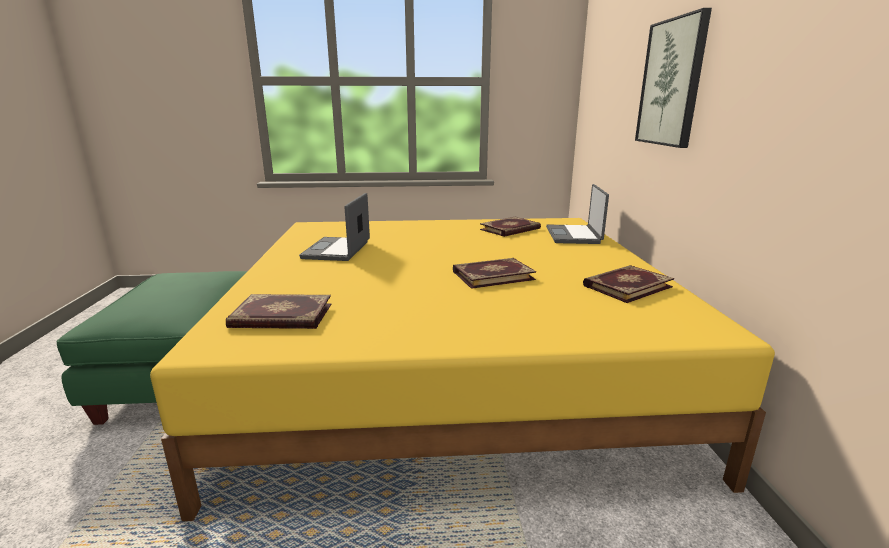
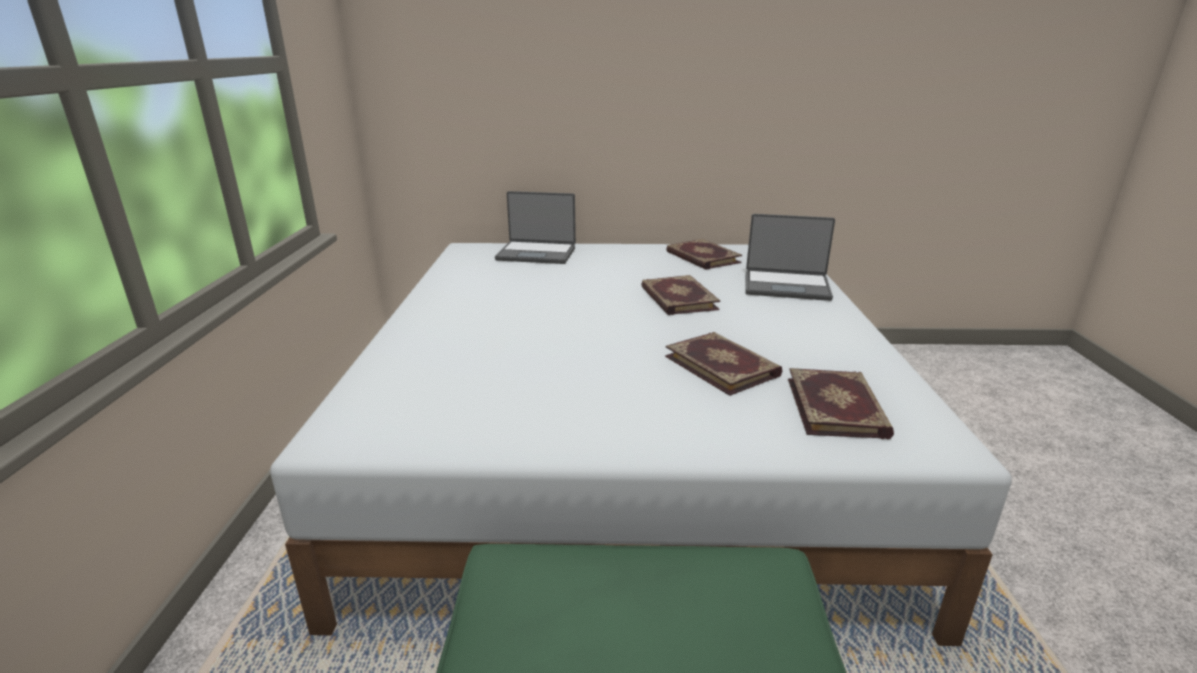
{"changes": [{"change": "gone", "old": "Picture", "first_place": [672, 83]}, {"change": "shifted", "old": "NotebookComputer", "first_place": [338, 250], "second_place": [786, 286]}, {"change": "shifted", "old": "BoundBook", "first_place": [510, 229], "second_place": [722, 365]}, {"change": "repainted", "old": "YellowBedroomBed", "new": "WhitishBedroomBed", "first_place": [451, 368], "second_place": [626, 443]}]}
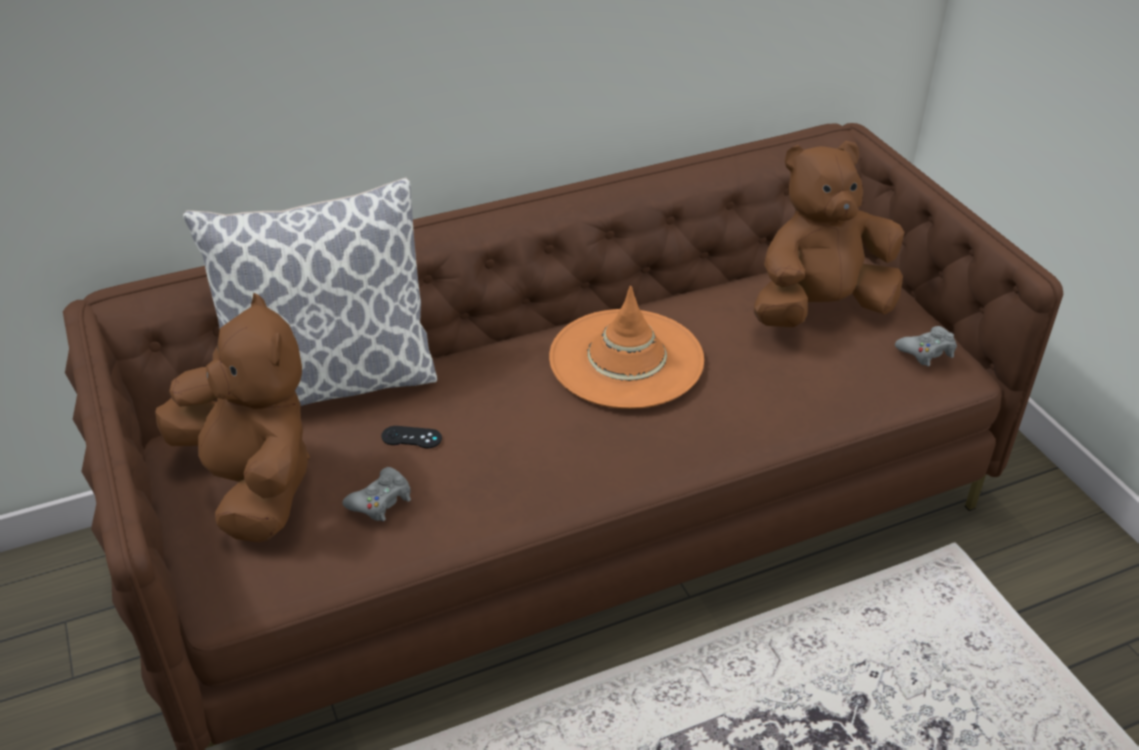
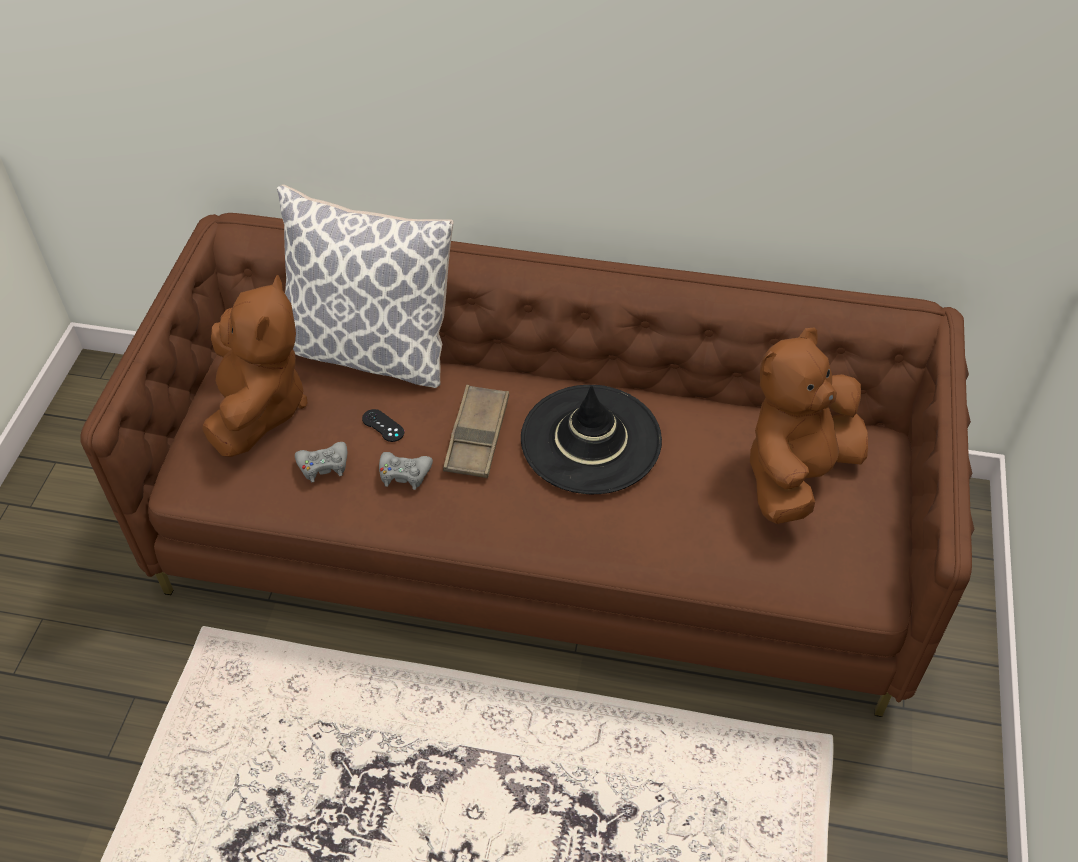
{"changes": [{"change": "rotated", "old": "BrownishCuddlyToy", "first_place": [819, 309], "second_place": [796, 473], "degrees": -60}, {"change": "repainted", "old": "OrangeyWearableHat", "new": "BlackishWearableHat", "first_place": [626, 359], "second_place": [591, 440]}, {"change": "shifted", "old": "GreyGamepad", "first_place": [927, 351], "second_place": [404, 474]}, {"change": "new", "new": "BrownishServingTray", "second_place": [477, 436]}]}
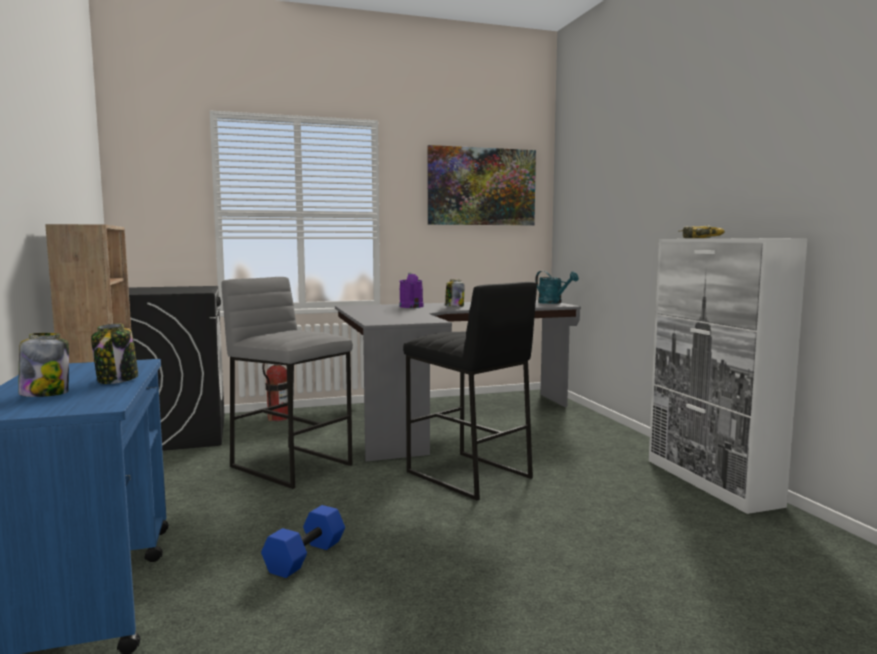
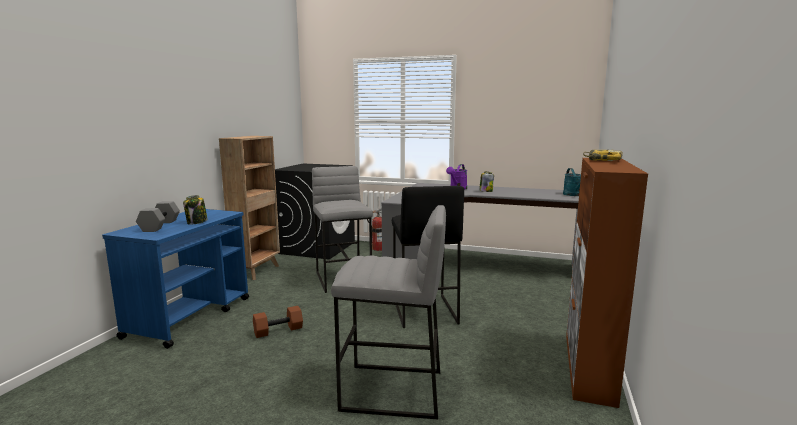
{"changes": [{"change": "gone", "old": "Picture", "first_place": [481, 186]}, {"change": "repainted", "old": "WhitishStorageCabinet", "new": "BrownishStorageCabinet", "first_place": [711, 482], "second_place": [588, 368]}, {"change": "swapped", "old": "StorageJar", "new": "GreyFreeWeight", "first_place": [45, 394], "second_place": [159, 225]}, {"change": "repainted", "old": "BlueFreeWeight", "new": "BrownishFreeWeight", "first_place": [305, 556], "second_place": [278, 330]}, {"change": "new", "new": "GreyStoolSeat", "second_place": [392, 391]}]}
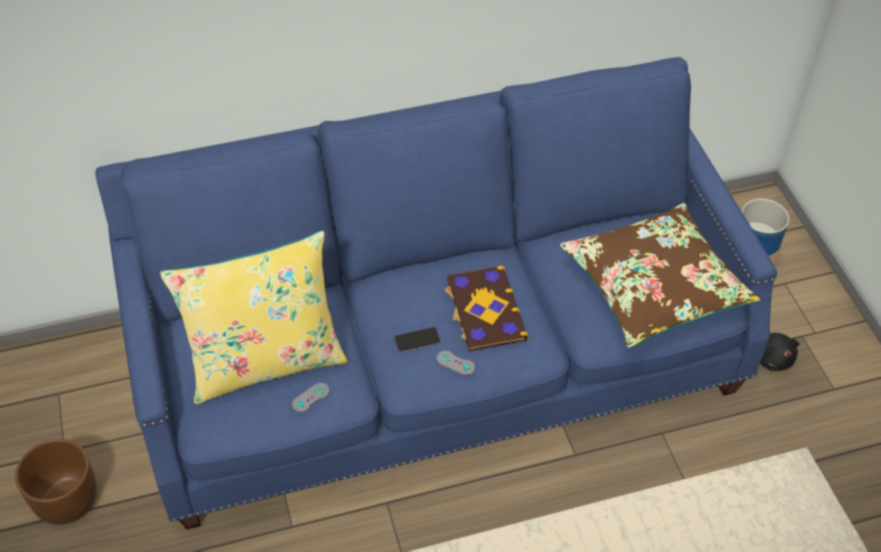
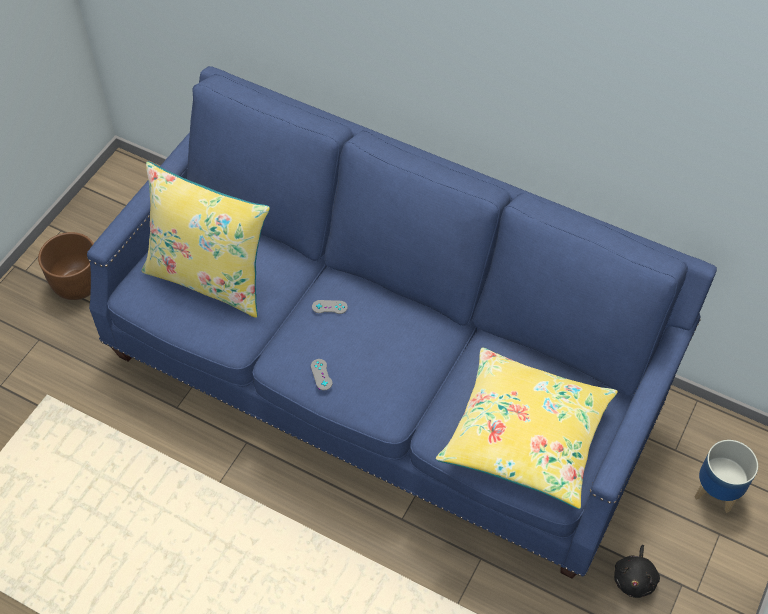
{"changes": [{"change": "repainted", "old": "BrownishPillow", "new": "YellowPillow", "first_place": [654, 286], "second_place": [526, 435]}, {"change": "gone", "old": "BoundBook", "first_place": [484, 310]}, {"change": "gone", "old": "Telephone", "first_place": [417, 340]}, {"change": "shifted", "old": "GreyGamepad", "first_place": [310, 397], "second_place": [329, 307]}]}
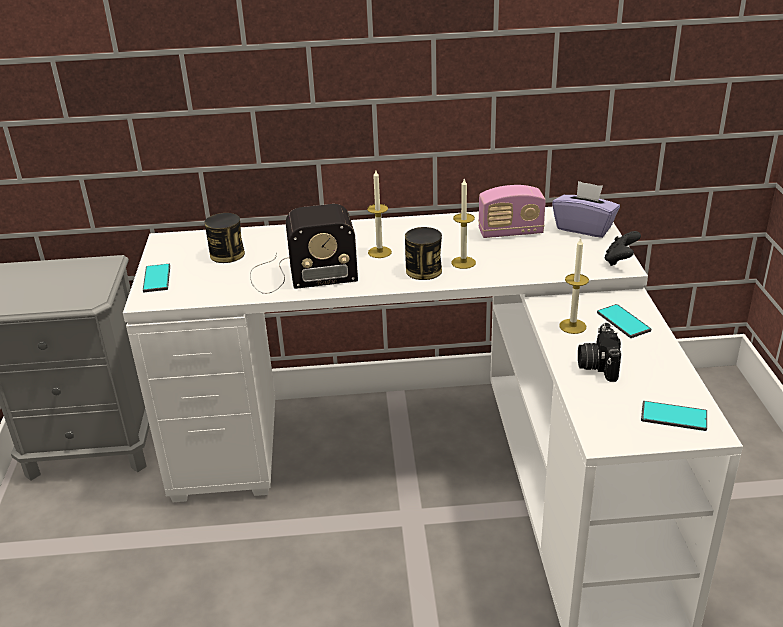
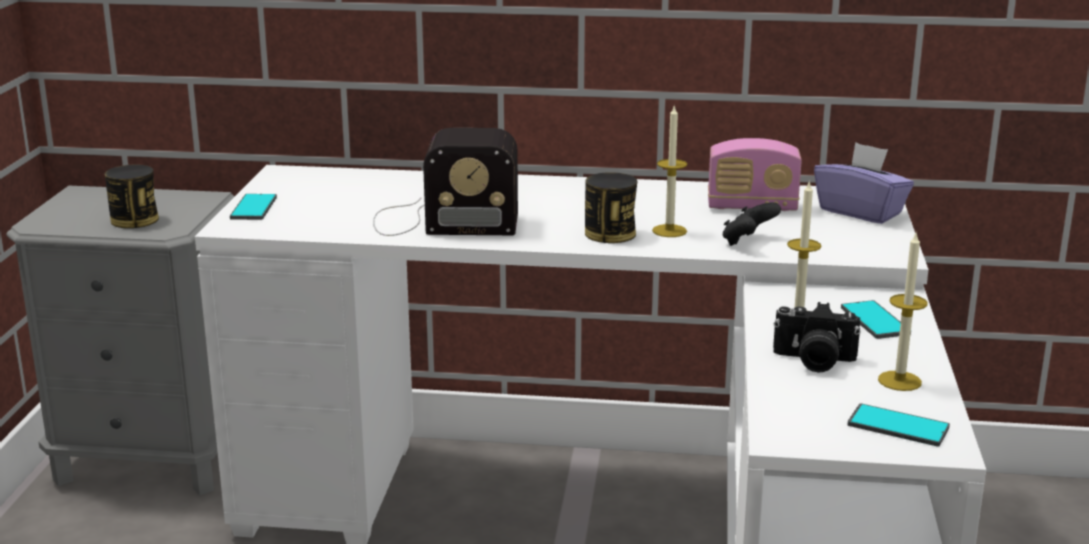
{"changes": [{"change": "shifted", "old": "WaxCandle", "first_place": [379, 252], "second_place": [899, 381]}, {"change": "shifted", "old": "SealedCan", "first_place": [227, 254], "second_place": [134, 220]}, {"change": "shifted", "old": "BlackishGamepad", "first_place": [620, 261], "second_place": [748, 242]}, {"change": "rotated", "old": "StillCamera", "first_place": [597, 365], "second_place": [813, 361], "degrees": -90}]}
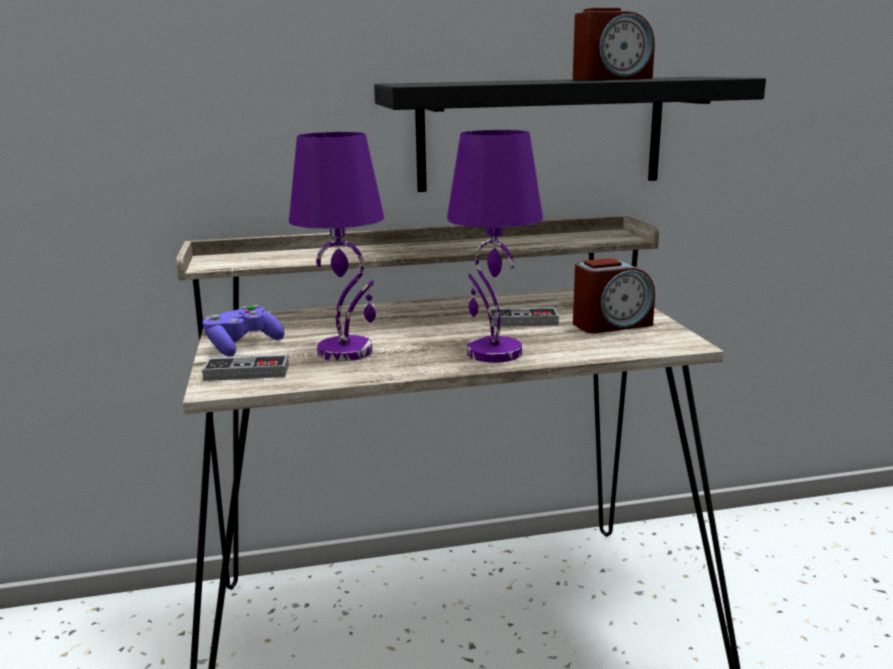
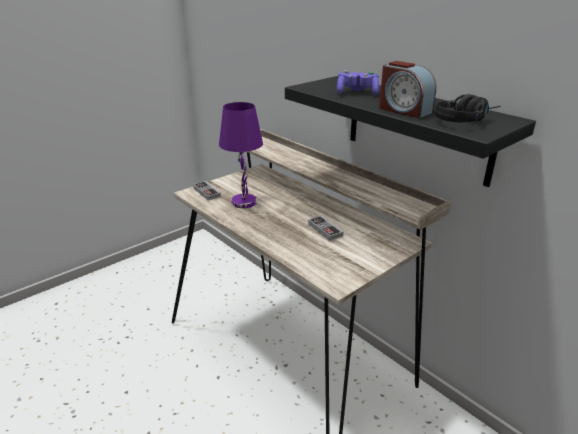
{"changes": [{"change": "gone", "old": "PurplishTabletopLamp", "first_place": [492, 352]}, {"change": "gone", "old": "TableClock", "first_place": [611, 324]}, {"change": "shifted", "old": "PurplishGamepad", "first_place": [243, 345], "second_place": [357, 93]}, {"change": "new", "new": "BlackishHeadphones", "second_place": [465, 120]}]}
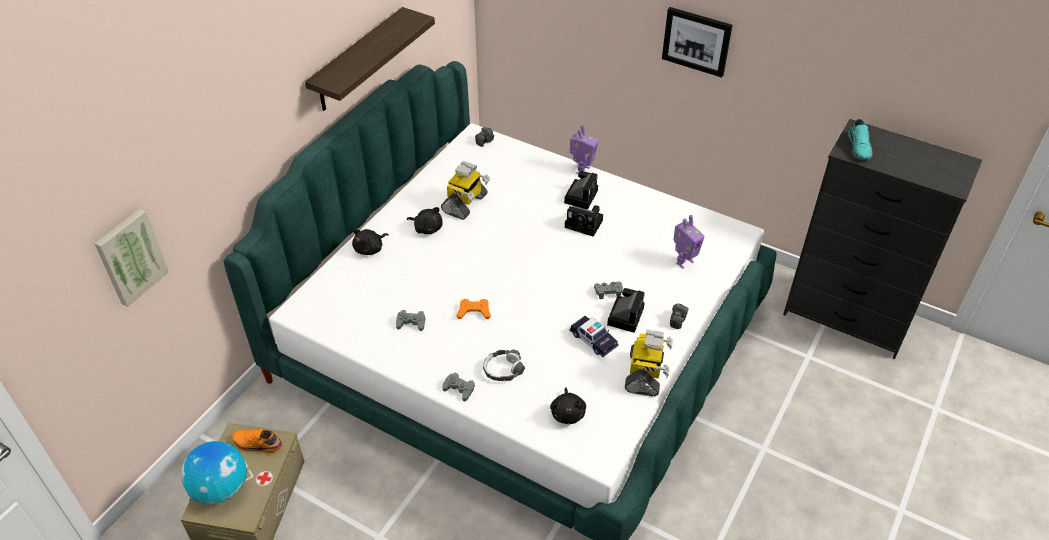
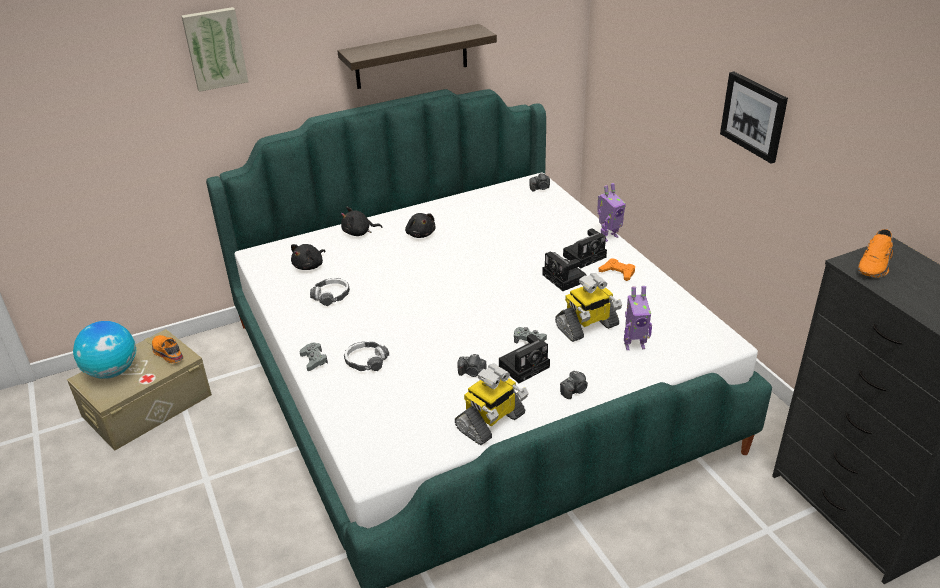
{"changes": [{"change": "repainted", "old": "BlueGreenLowShoe", "new": "OrangeyLowShoe", "first_place": [859, 147], "second_place": [876, 265]}, {"change": "shifted", "old": "ToyRobot", "first_place": [465, 204], "second_place": [587, 327]}, {"change": "shifted", "old": "Picture", "first_place": [130, 256], "second_place": [215, 48]}, {"change": "shifted", "old": "OrangeyGamepad", "first_place": [474, 312], "second_place": [618, 272]}, {"change": "swapped", "old": "GreyGamepad", "new": "Headphones", "first_place": [411, 323], "second_place": [331, 296]}, {"change": "swapped", "old": "MiniatureCar", "new": "StillCamera", "first_place": [593, 340], "second_place": [472, 372]}, {"change": "shifted", "old": "BlackishCuddlyToy", "first_place": [568, 413], "second_place": [309, 266]}]}
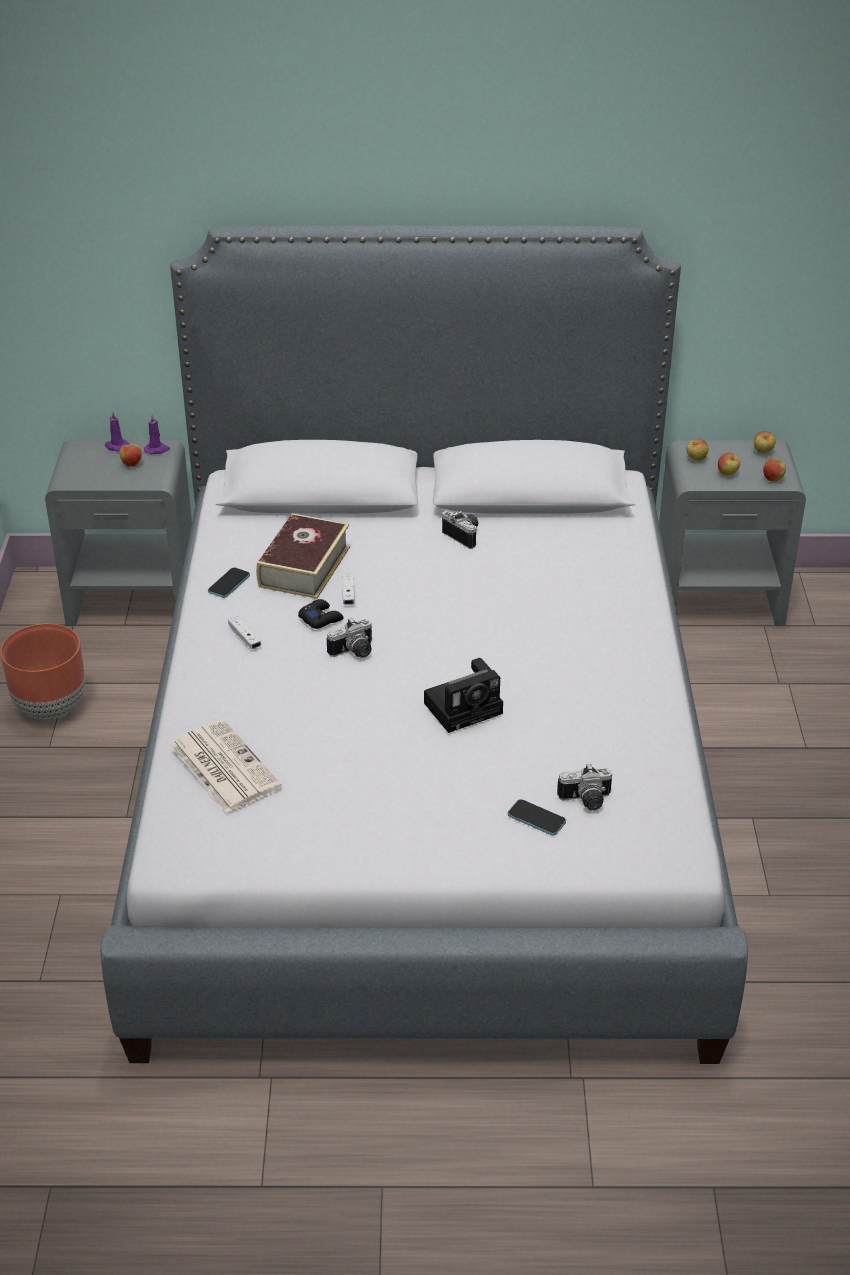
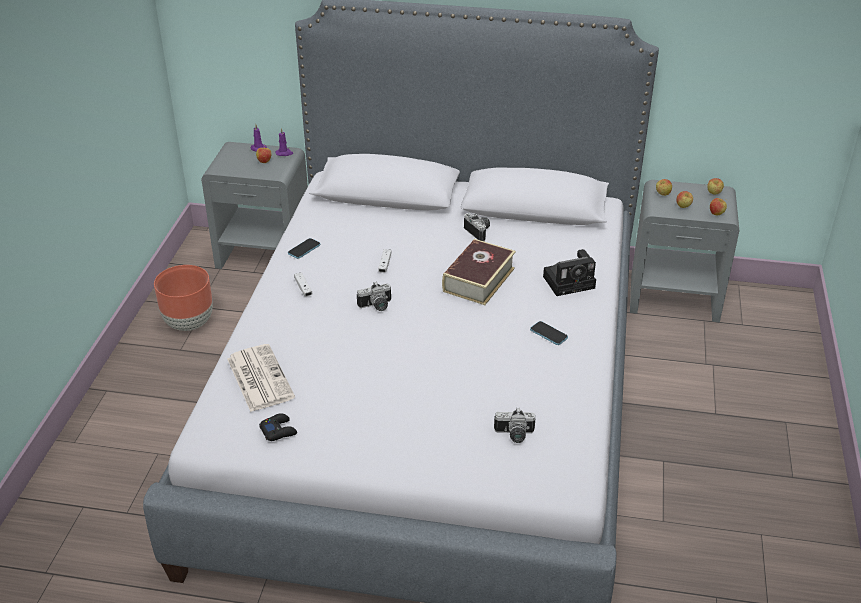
{"changes": [{"change": "shifted", "old": "BoundBook", "first_place": [304, 567], "second_place": [478, 279]}, {"change": "shifted", "old": "BlackishGamepad", "first_place": [320, 618], "second_place": [278, 431]}, {"change": "shifted", "old": "StillCamera", "first_place": [465, 707], "second_place": [570, 281]}, {"change": "shifted", "old": "Telephone", "first_place": [536, 819], "second_place": [548, 334]}]}
